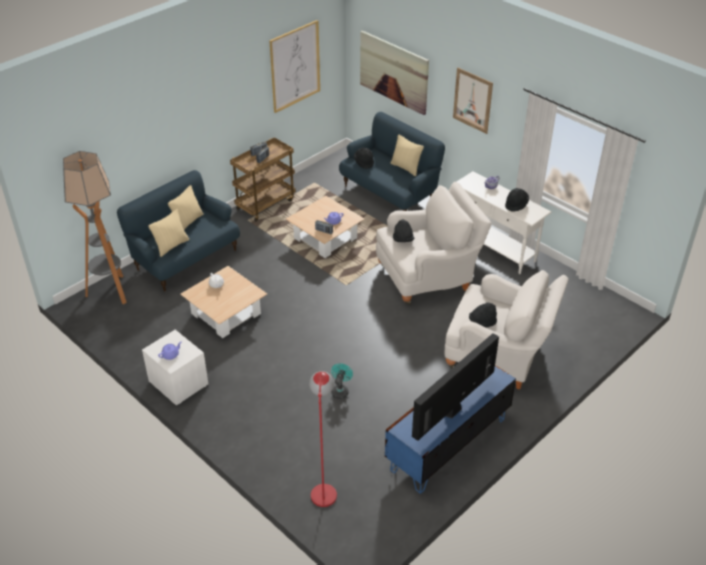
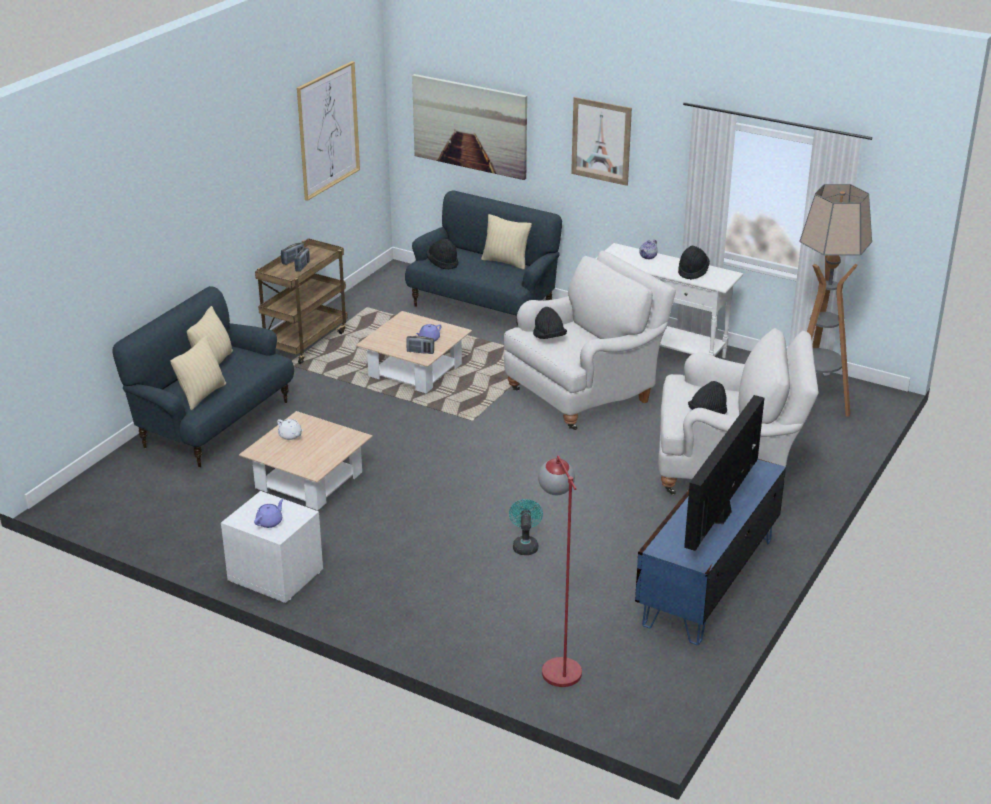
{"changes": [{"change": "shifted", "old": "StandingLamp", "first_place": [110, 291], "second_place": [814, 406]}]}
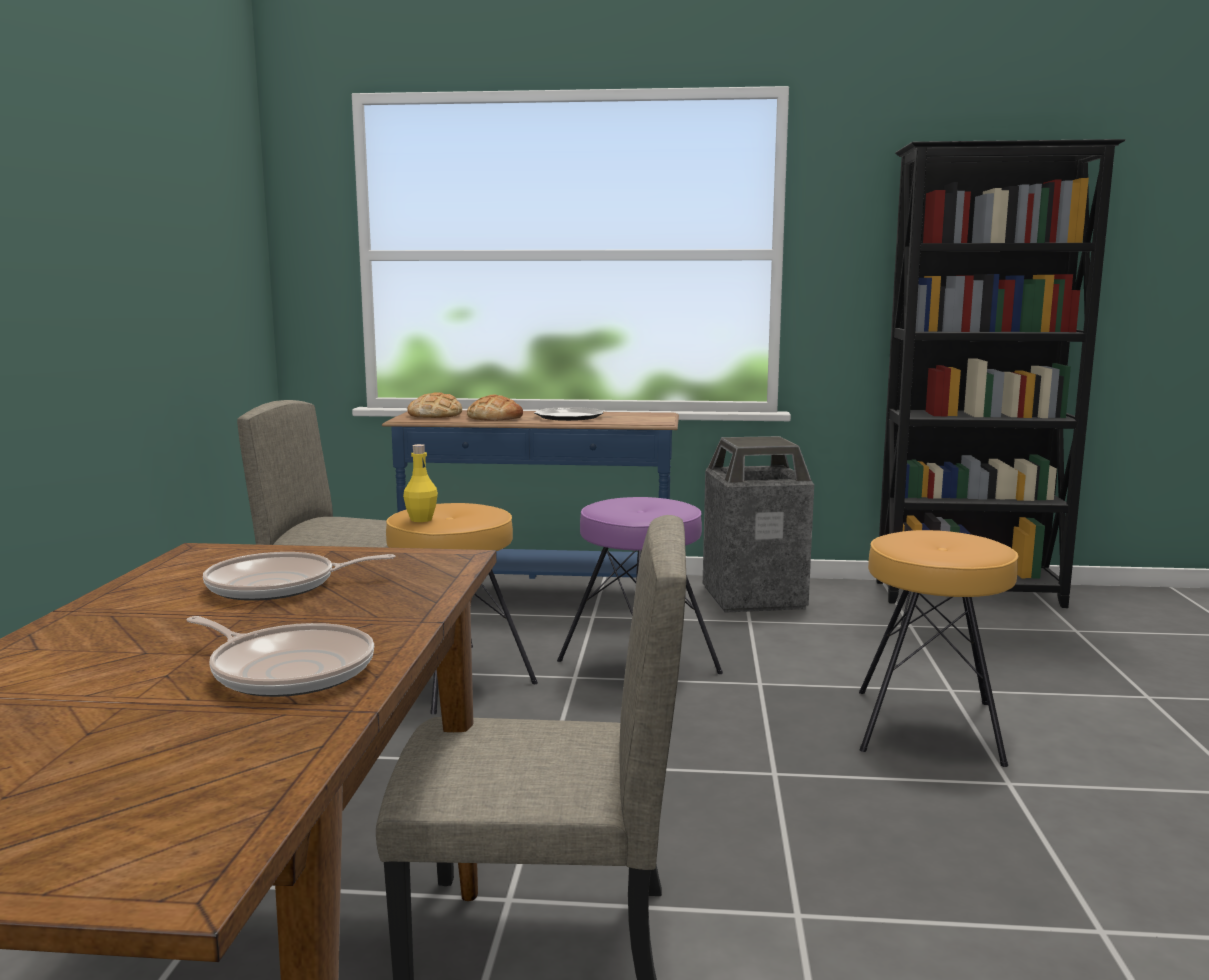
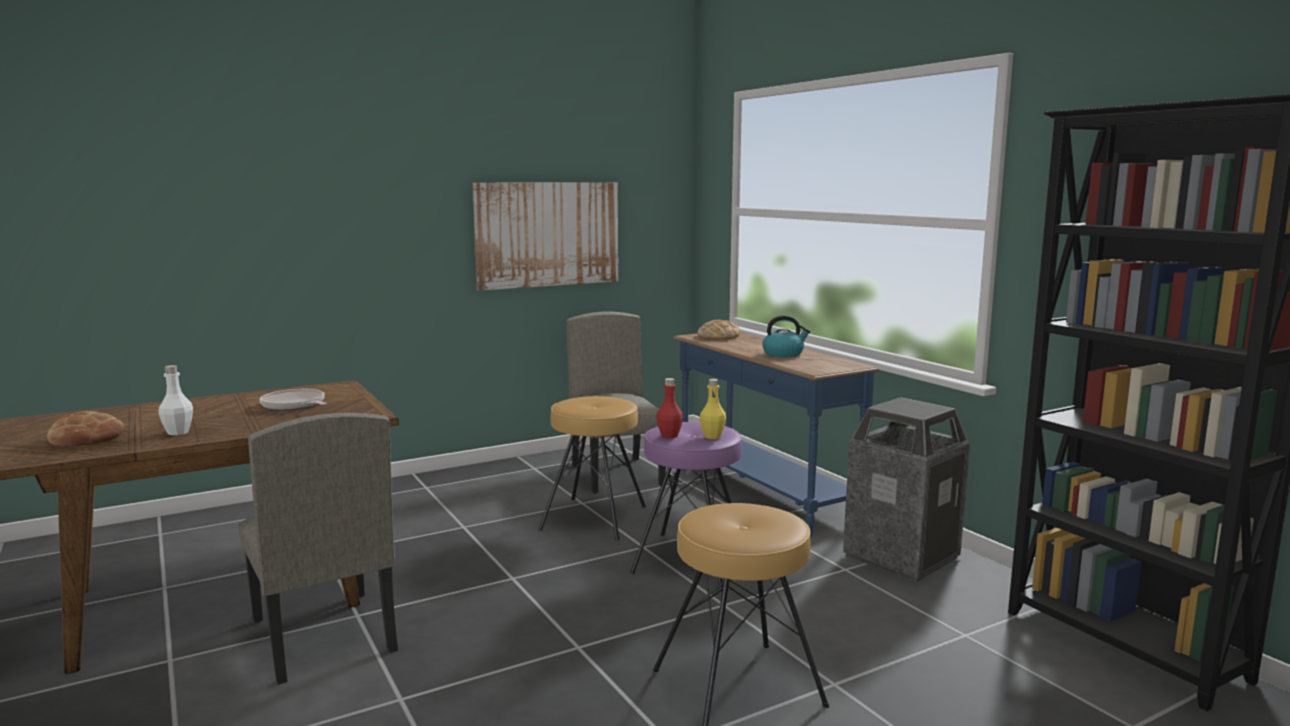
{"changes": [{"change": "shifted", "old": "Bread", "first_place": [495, 418], "second_place": [86, 438]}, {"change": "swapped", "old": "Plate", "new": "Kettle", "first_place": [568, 417], "second_place": [783, 354]}, {"change": "shifted", "old": "YellowBottle", "first_place": [421, 519], "second_place": [712, 436]}, {"change": "swapped", "old": "Skillet", "new": "WhitishBottle", "first_place": [288, 670], "second_place": [178, 432]}, {"change": "new", "new": "Picture", "second_place": [547, 234]}, {"change": "new", "new": "ReddishBottle", "second_place": [669, 435]}]}
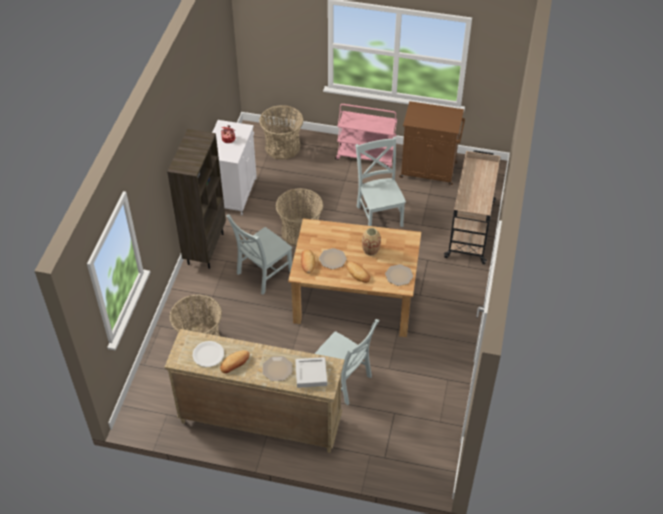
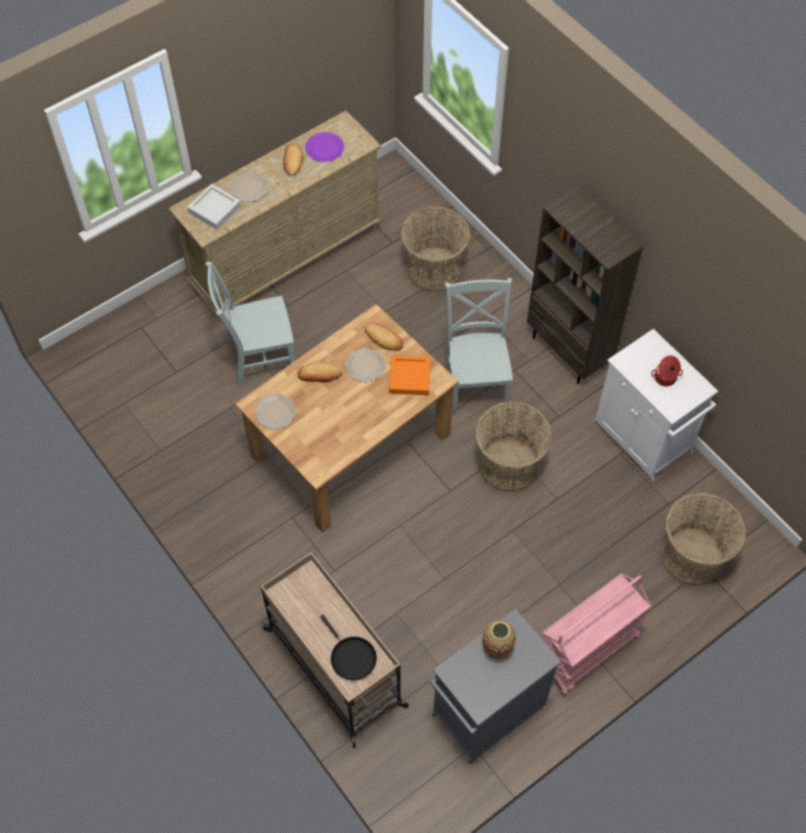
{"changes": [{"change": "repainted", "old": "BrownishStorageCabinet", "new": "GreyStorageCabinet", "first_place": [429, 170], "second_place": [487, 712]}, {"change": "gone", "old": "GreyUprightChair", "first_place": [379, 214]}, {"change": "shifted", "old": "FlowerVase", "first_place": [370, 250], "second_place": [497, 648]}, {"change": "repainted", "old": "WhitishPlate", "new": "PurplishPlate", "first_place": [208, 354], "second_place": [324, 148]}, {"change": "new", "new": "OrangeyServingTray", "second_place": [410, 378]}, {"change": "new", "new": "BlackishSkillet", "second_place": [351, 657]}]}
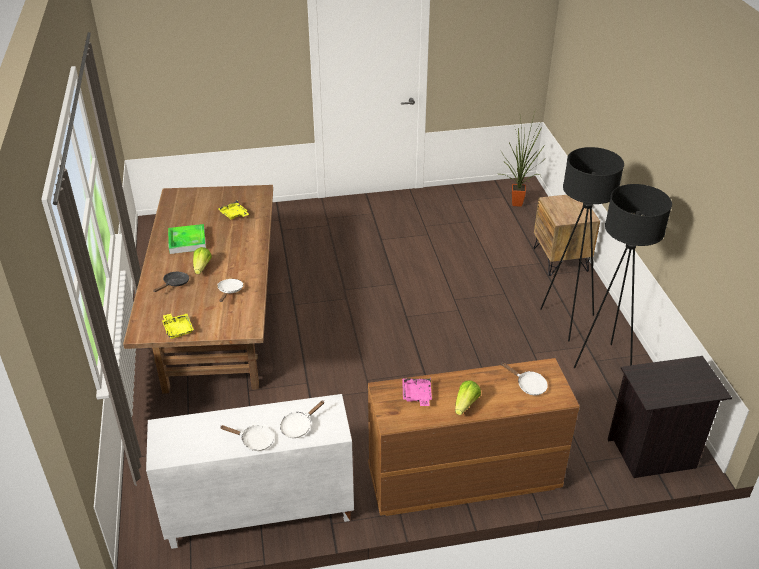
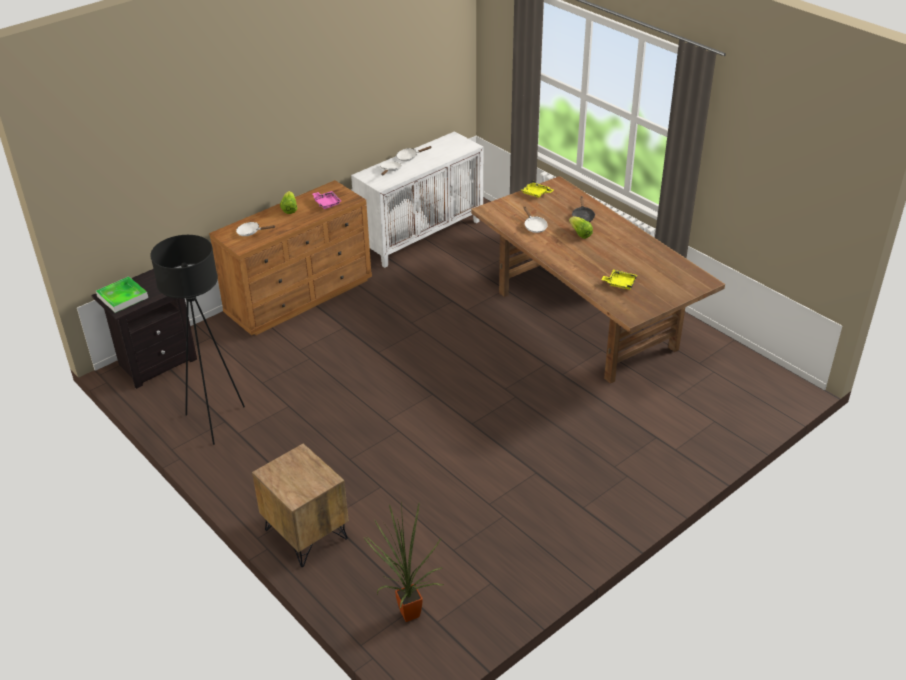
{"changes": [{"change": "gone", "old": "BlackishStandingLamp", "first_place": [566, 321]}, {"change": "shifted", "old": "ServingTray", "first_place": [187, 241], "second_place": [122, 297]}]}
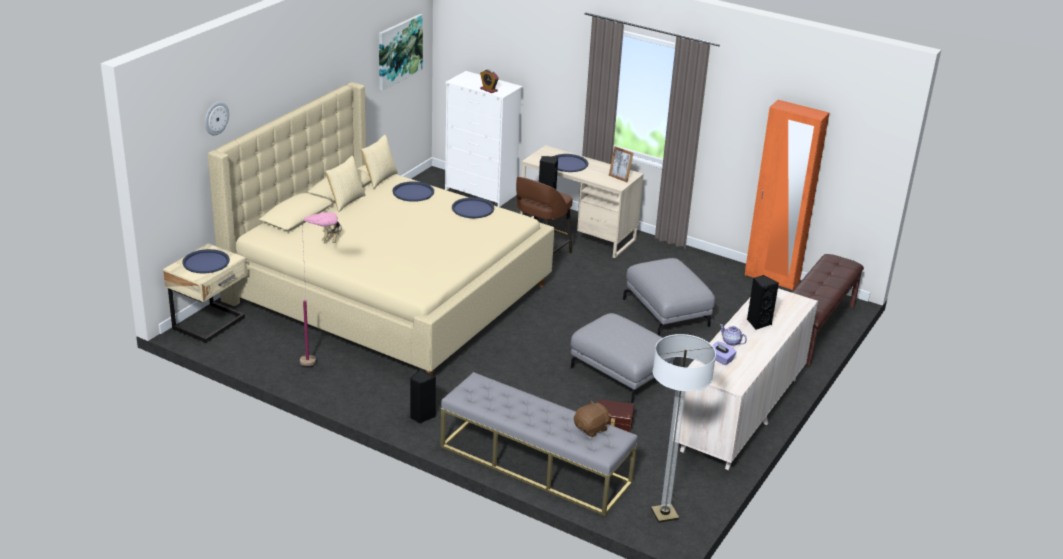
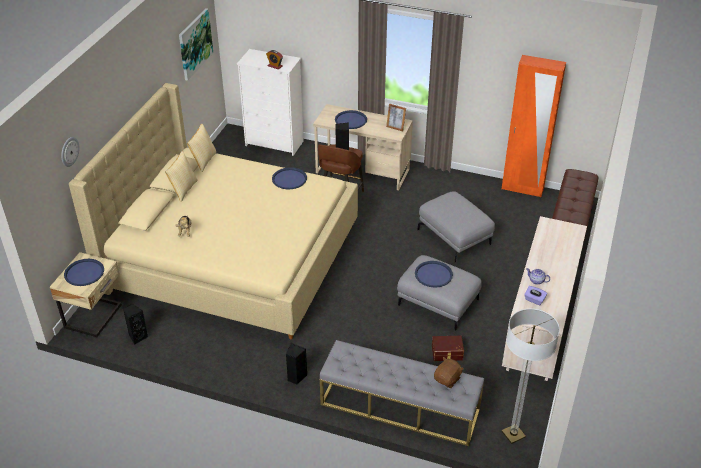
{"changes": [{"change": "shifted", "old": "BlueServingTray", "first_place": [413, 192], "second_place": [433, 274]}, {"change": "gone", "old": "PinkishStandingLamp", "first_place": [321, 366]}, {"change": "shifted", "old": "BlackishAudioSpeaker", "first_place": [758, 323], "second_place": [137, 337]}]}
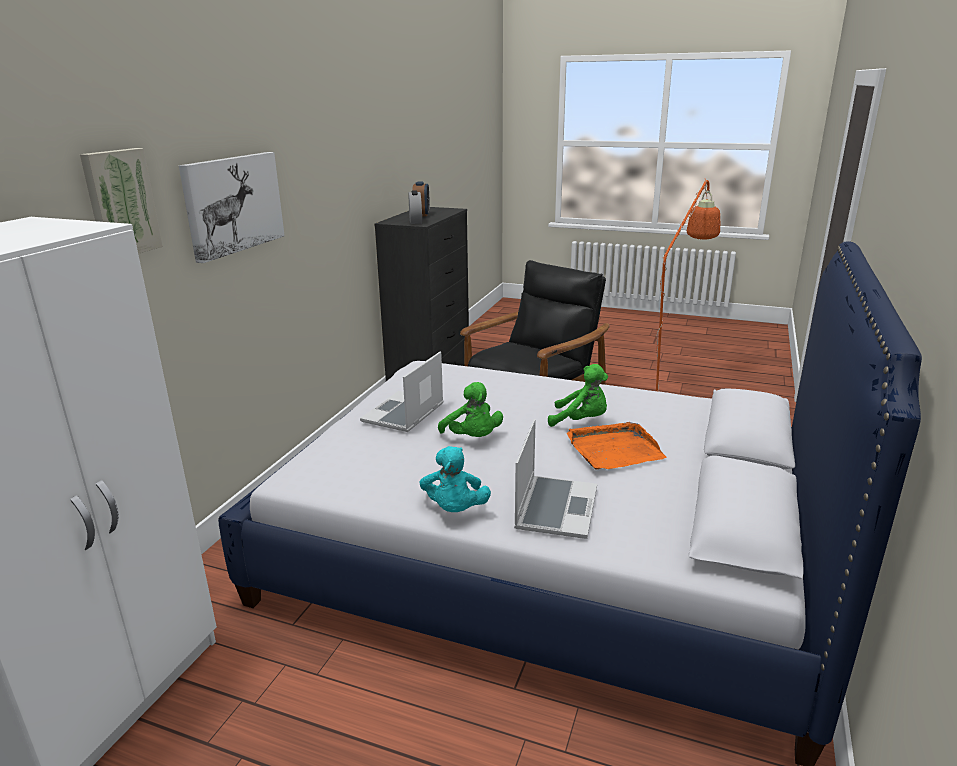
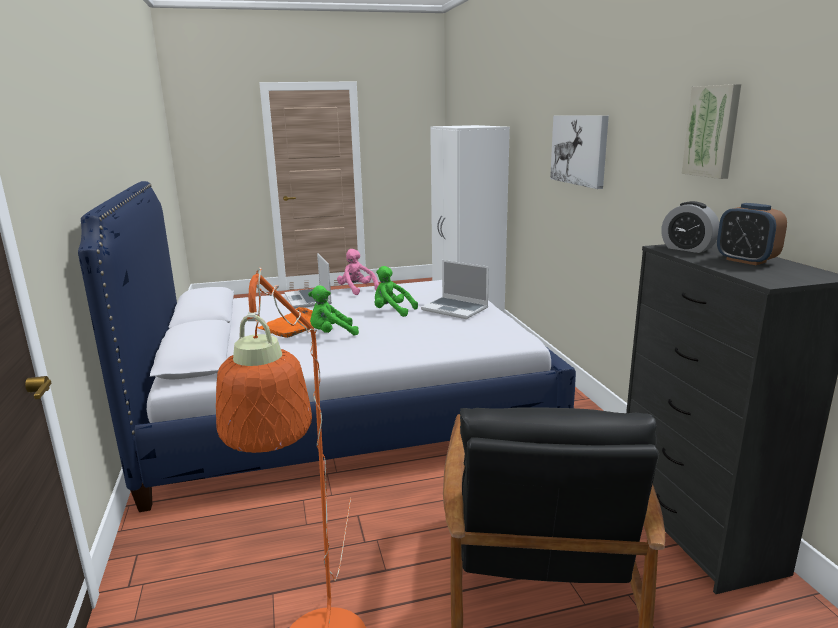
{"changes": [{"change": "shifted", "old": "Picture", "first_place": [120, 203], "second_place": [713, 131]}, {"change": "rotated", "old": "NotebookComputer", "first_place": [404, 414], "second_place": [456, 309], "degrees": 135}, {"change": "repainted", "old": "BlueGreenCuddlyToy", "new": "PinkishCuddlyToy", "first_place": [454, 510], "second_place": [356, 290]}]}
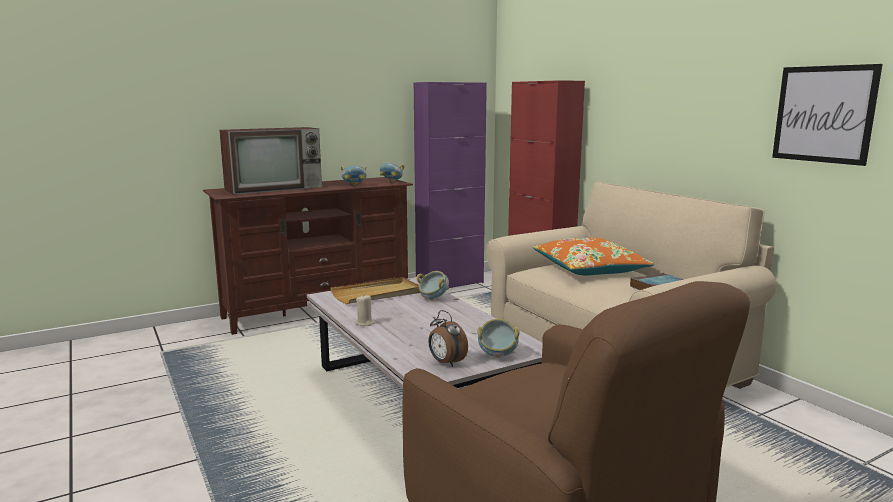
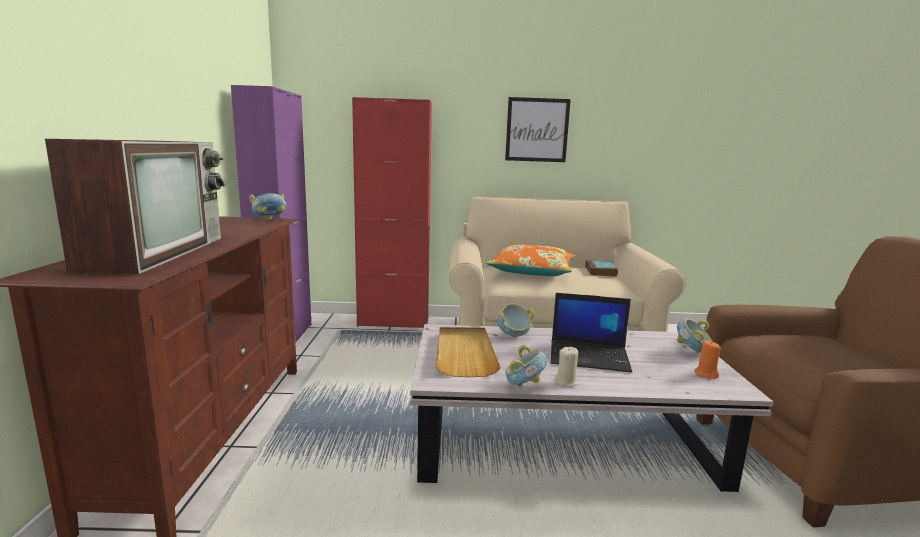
{"changes": [{"change": "shifted", "old": "Picture", "first_place": [823, 114], "second_place": [537, 130]}, {"change": "shifted", "old": "ServingBowl", "first_place": [354, 186], "second_place": [524, 386]}, {"change": "swapped", "old": "TableClock", "new": "OrangeyWaxCandle", "first_place": [446, 363], "second_place": [706, 374]}, {"change": "new", "new": "NotebookComputer", "second_place": [590, 356]}]}
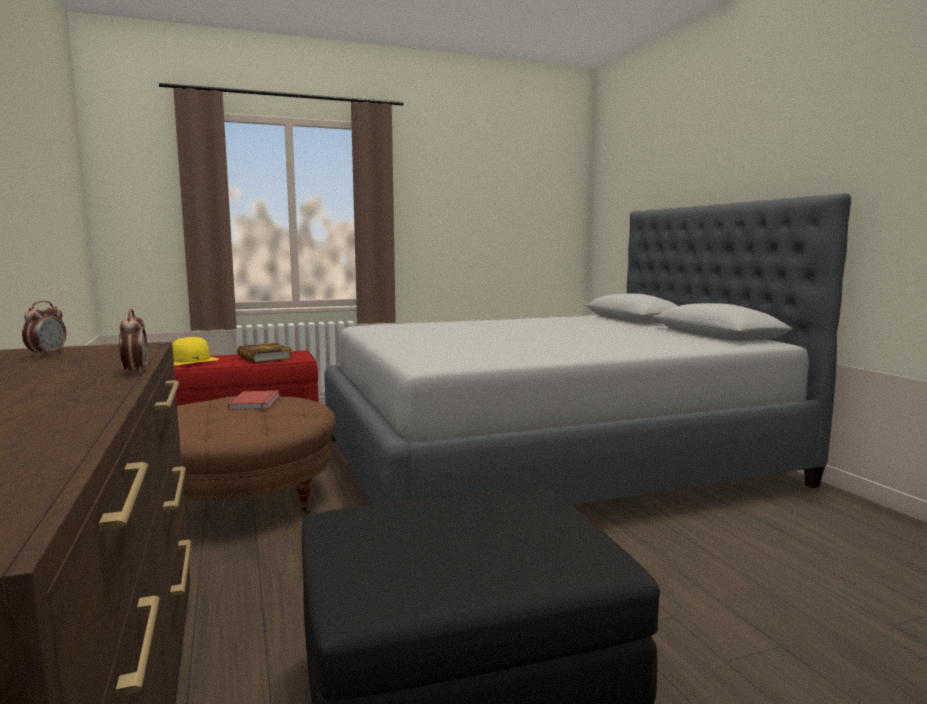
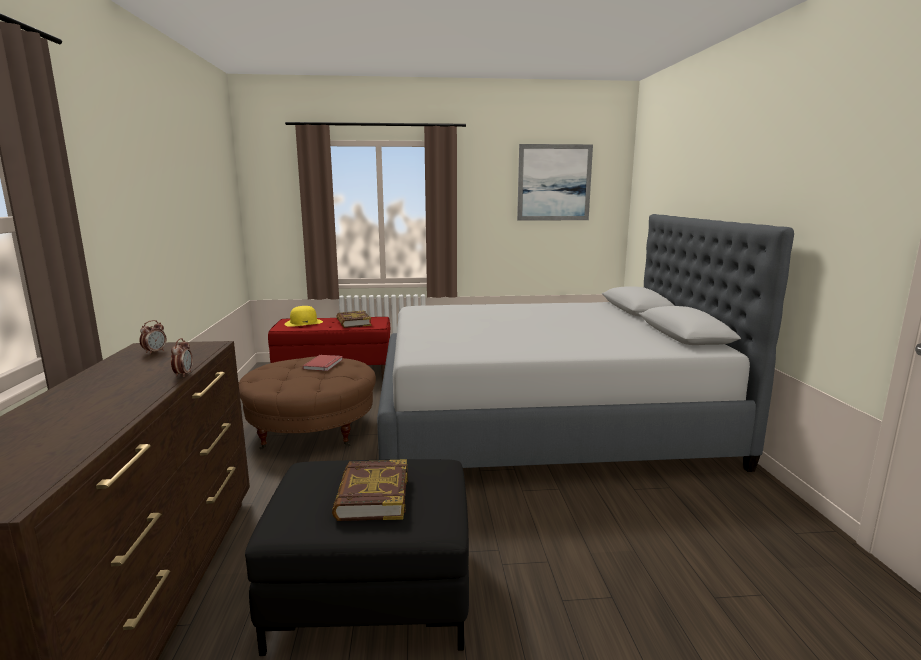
{"changes": [{"change": "new", "new": "Picture", "second_place": [554, 182]}, {"change": "new", "new": "BoundBook", "second_place": [372, 496]}]}
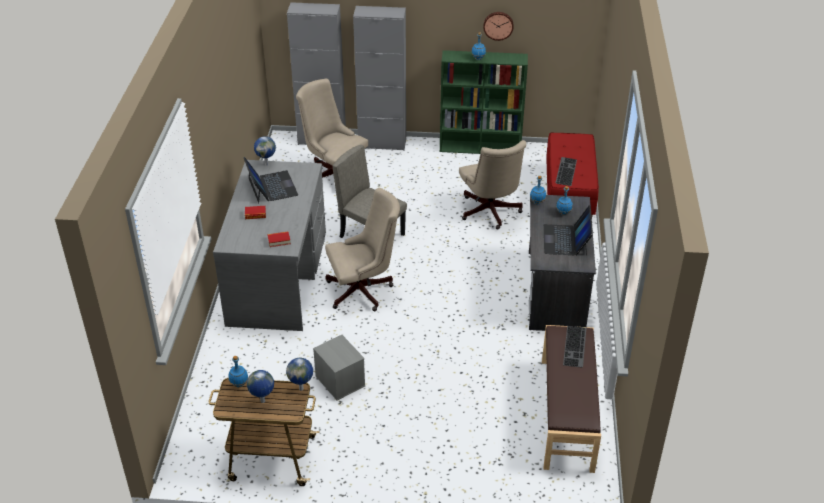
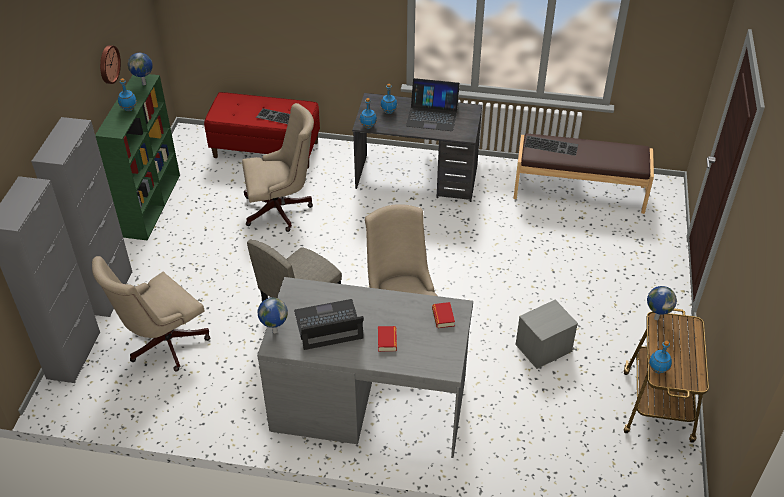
{"changes": [{"change": "shifted", "old": "WorldGlobe", "first_place": [263, 401], "second_place": [144, 84]}]}
